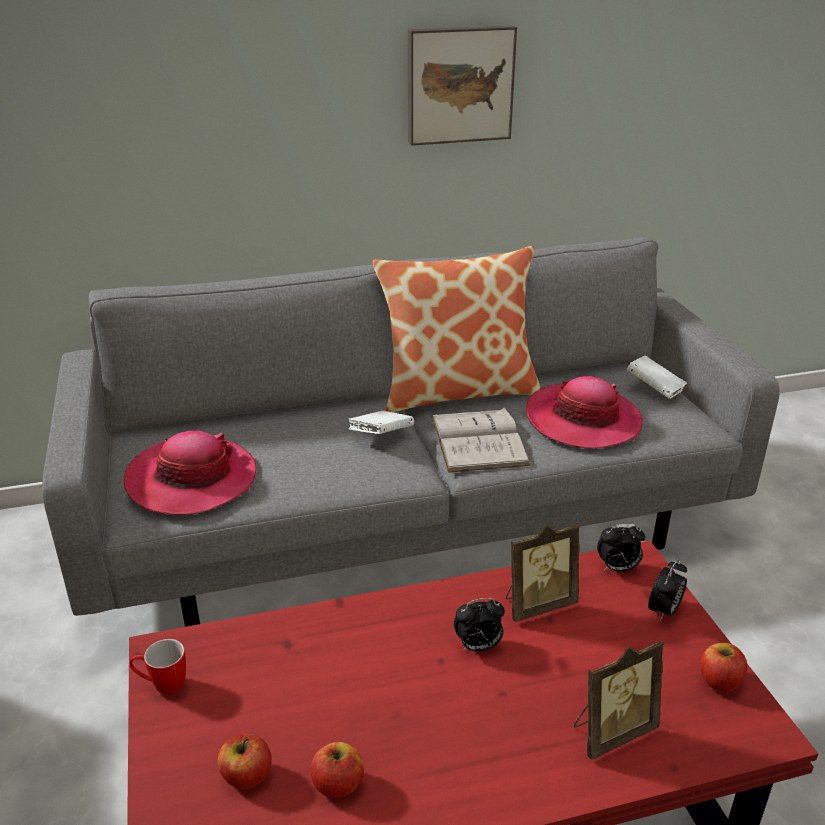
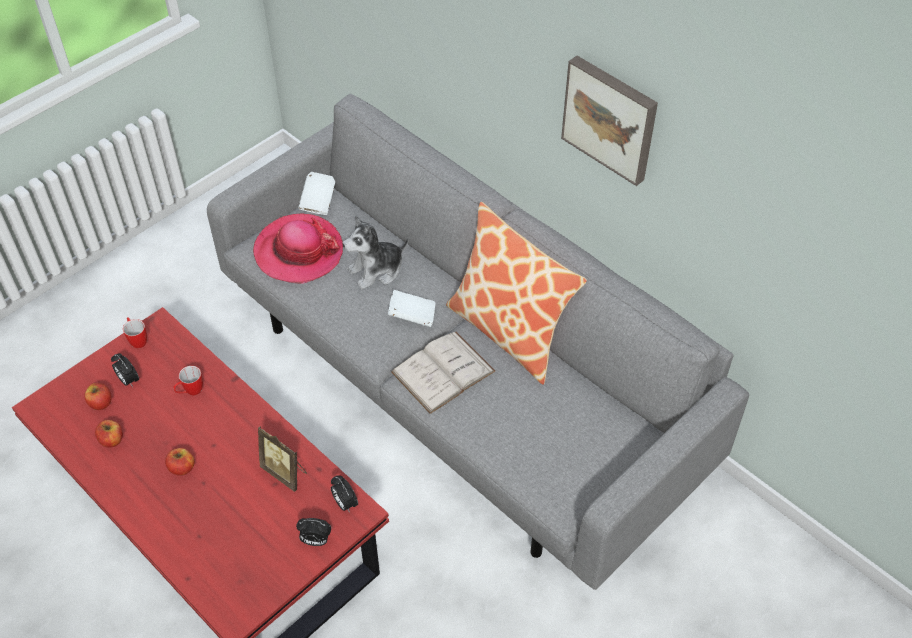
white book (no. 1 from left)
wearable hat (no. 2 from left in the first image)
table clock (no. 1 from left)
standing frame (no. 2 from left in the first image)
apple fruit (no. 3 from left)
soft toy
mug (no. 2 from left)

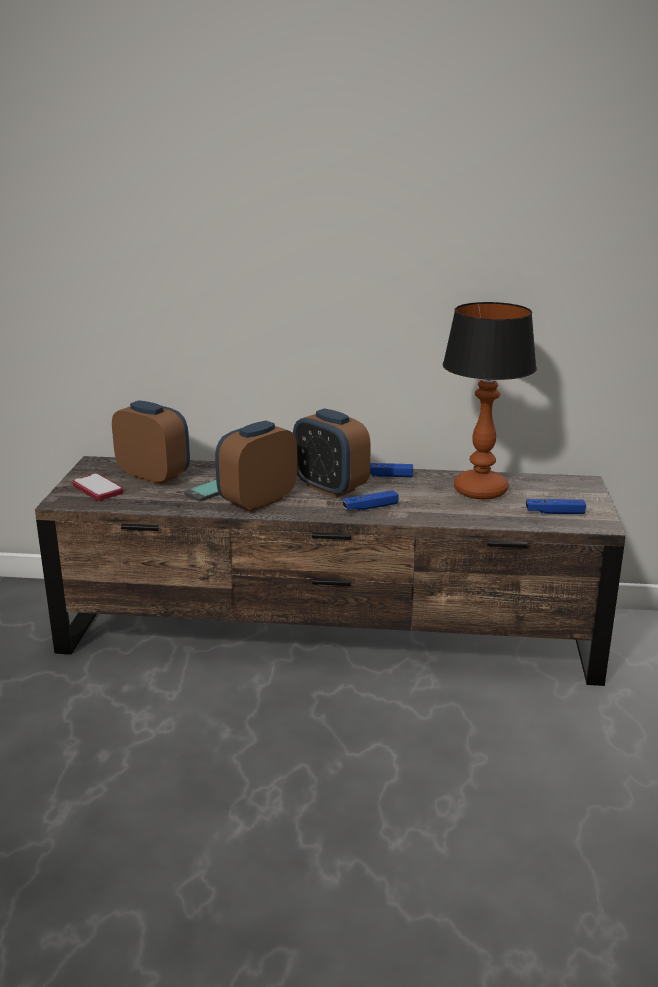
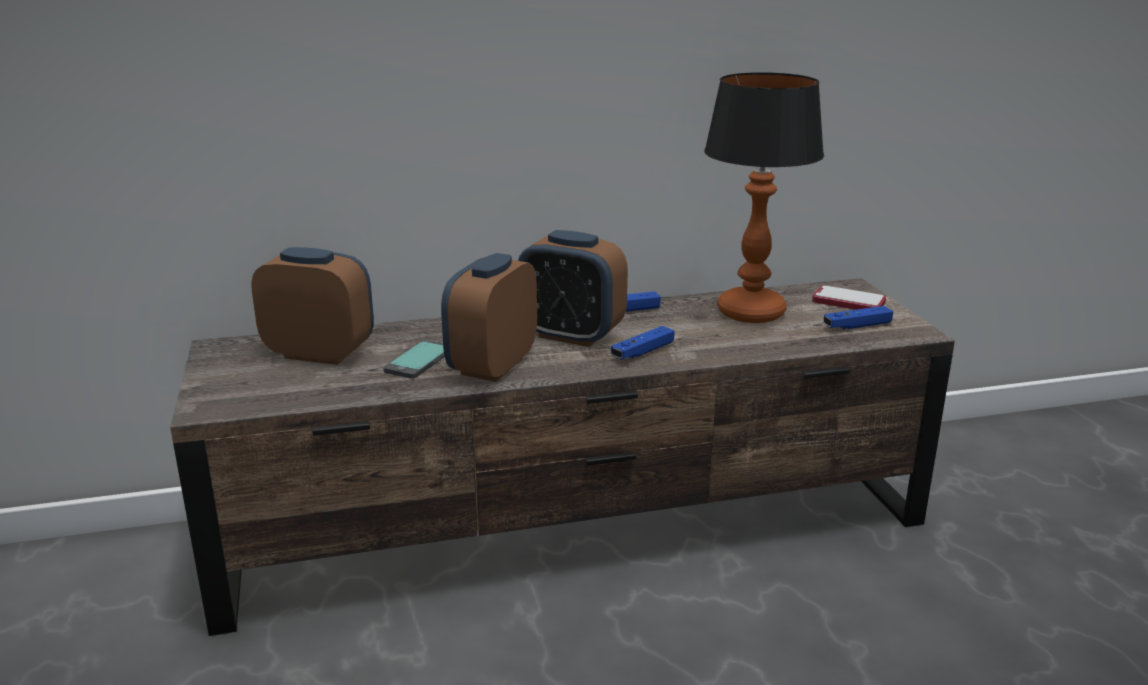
phone (no. 2 from left)

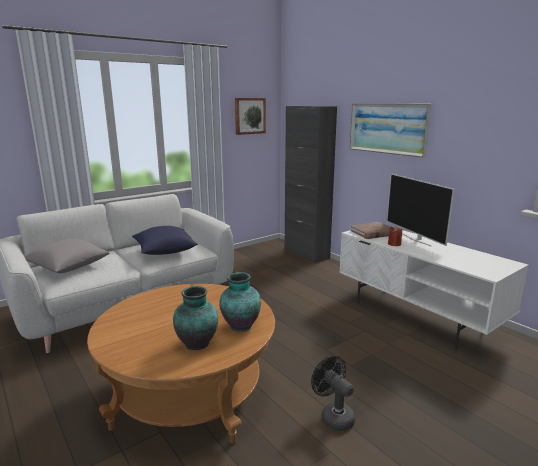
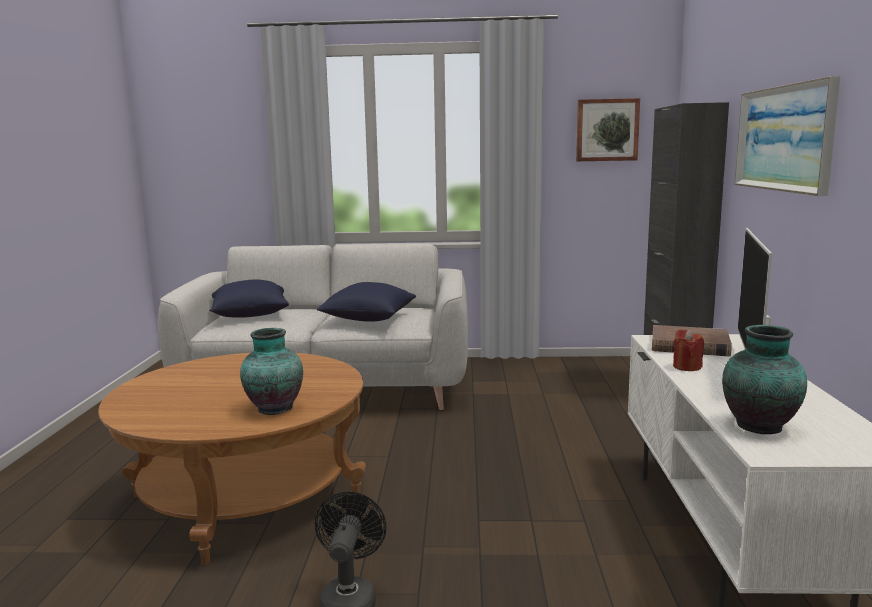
bluish cushion (no. 1 from left)
flower vase (no. 2 from left)

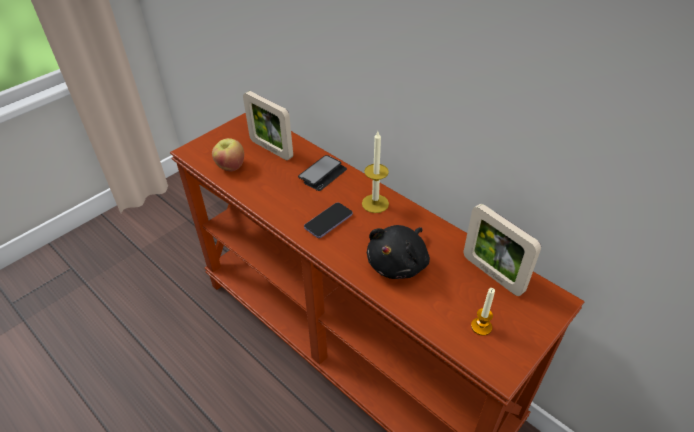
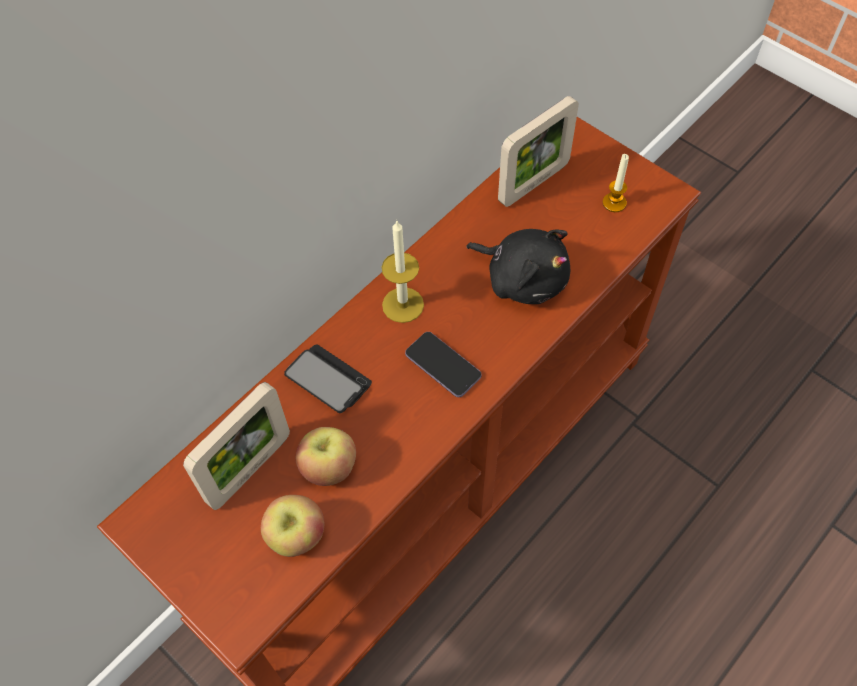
apple fruit (no. 2 from left)

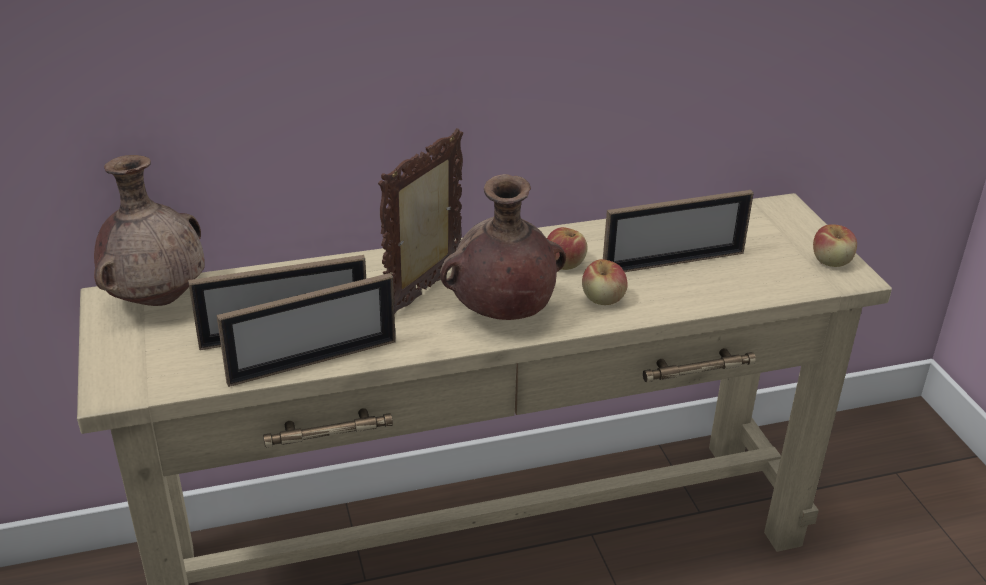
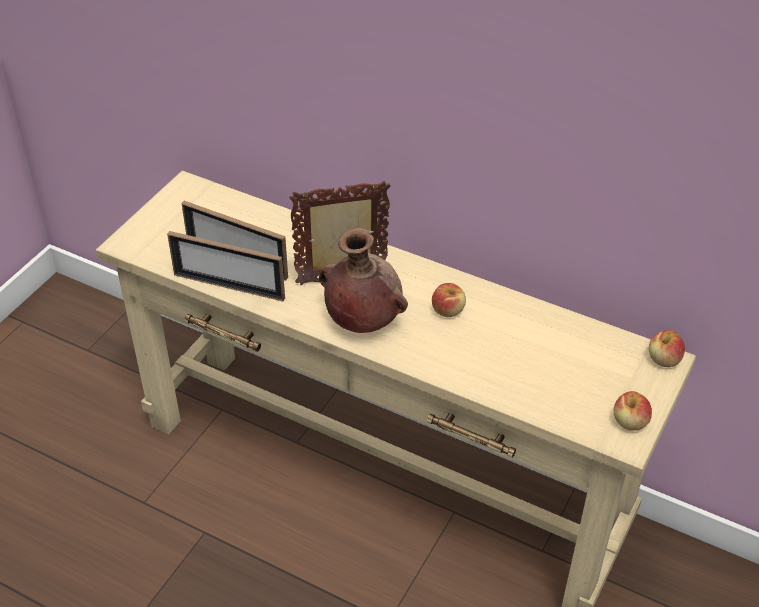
brown flower vase (no. 1 from left in the first image)
standing frame (no. 4 from left in the first image)
apple fruit (no. 3 from left)

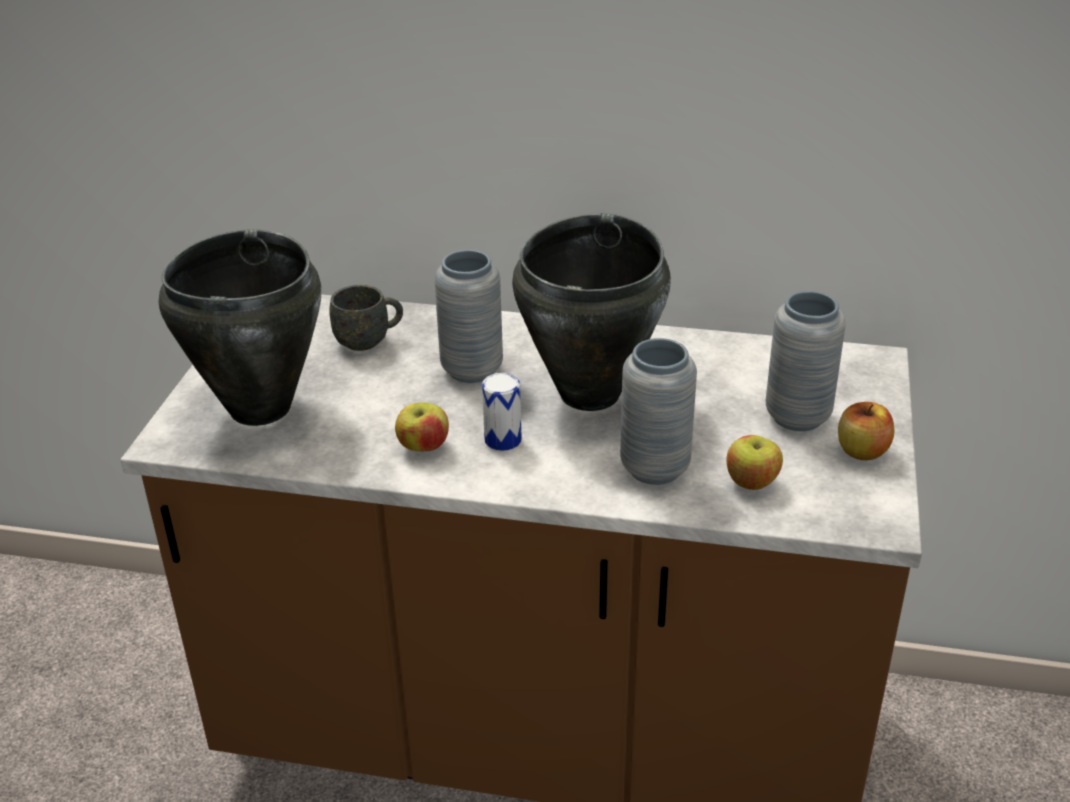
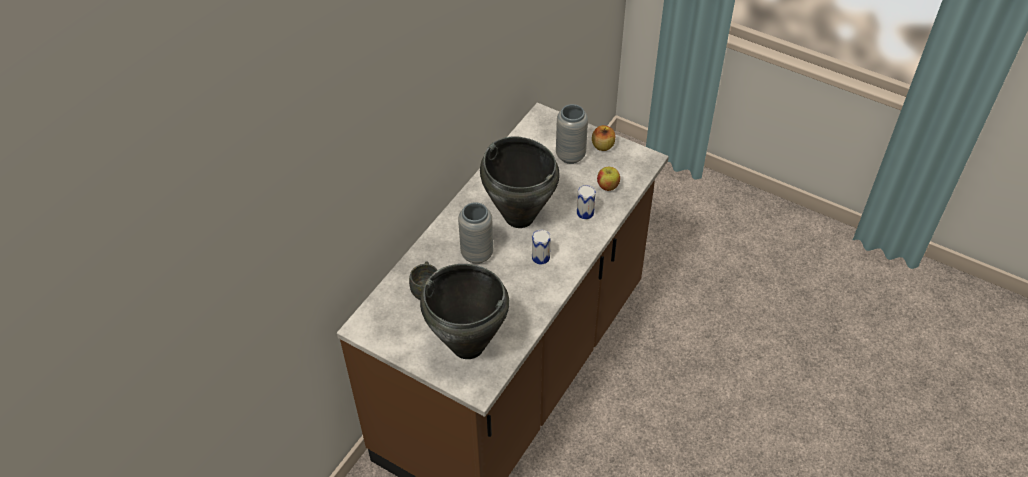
metal can (no. 2 from left)
apple fruit (no. 1 from left in the first image)

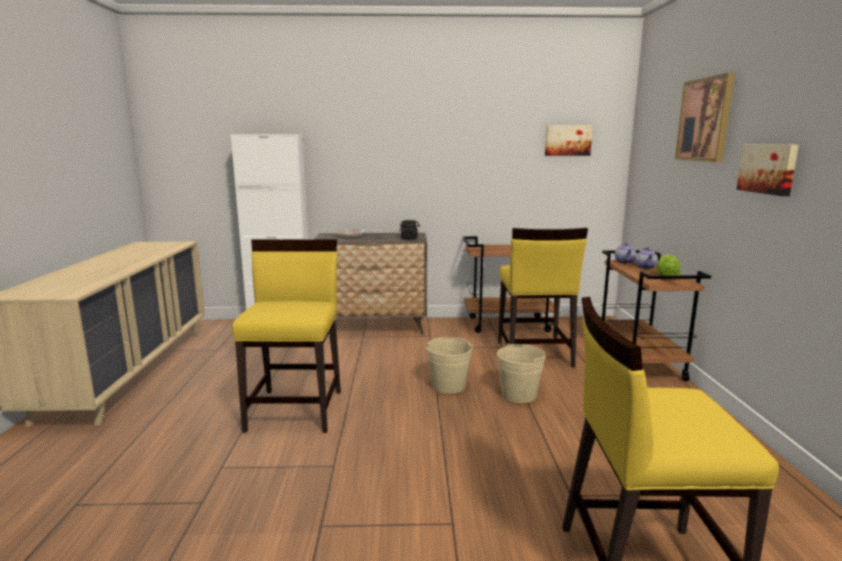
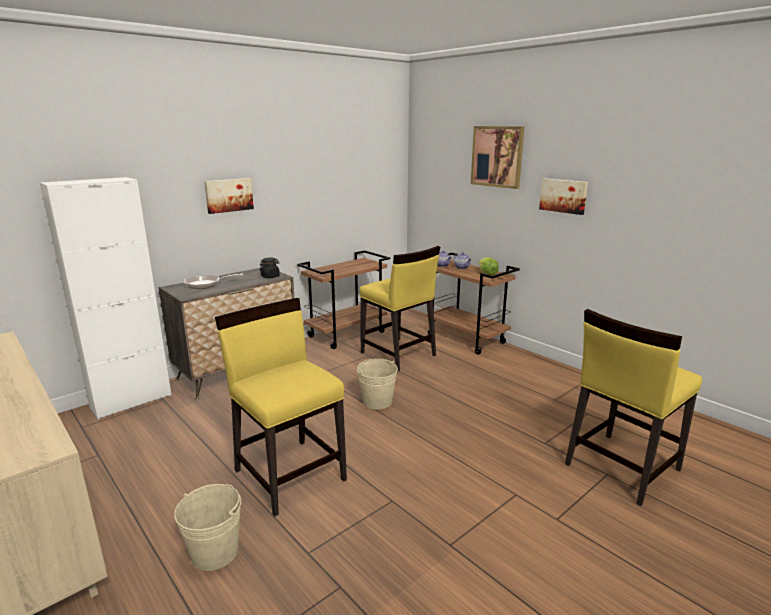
wall picture (no. 1 from left)
sand-coloured bucket (no. 1 from left)

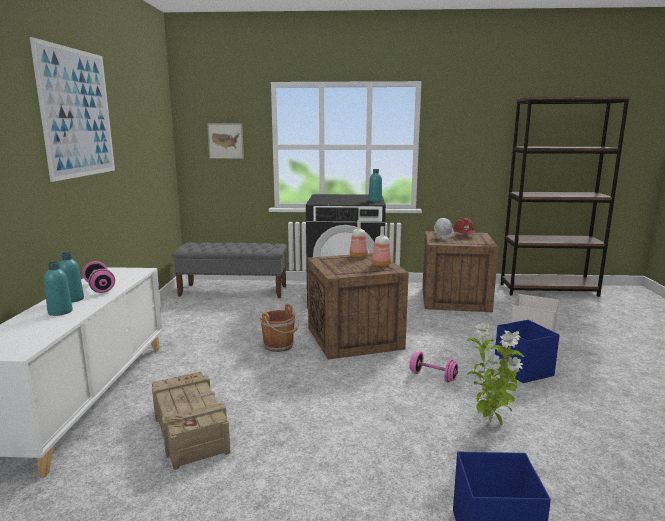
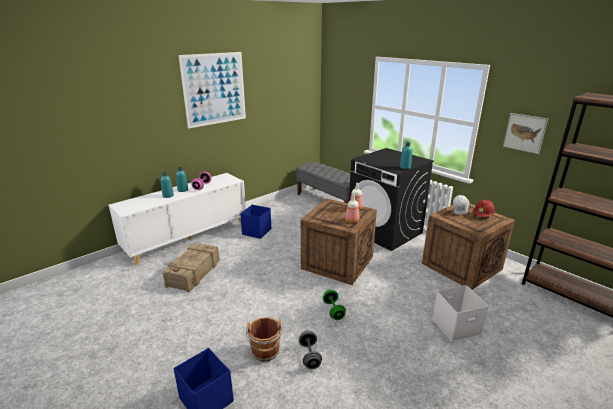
wall picture (no. 2 from left)
brown bucket
bluish storage container (no. 2 from left)
gray free weight
green-coloured free weight

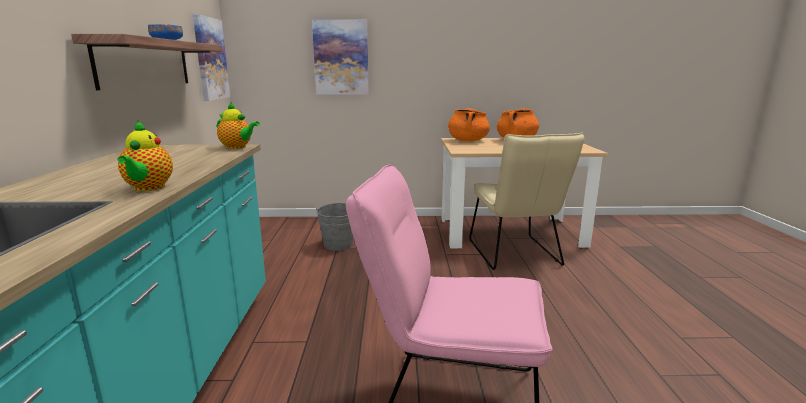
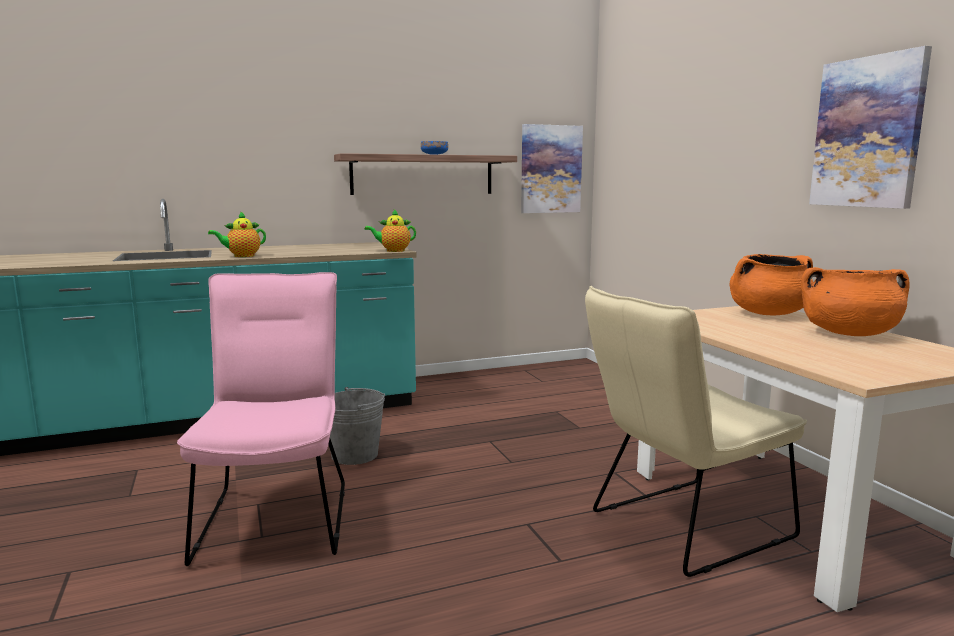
wall picture (no. 2 from left)
teapot (no. 2 from left)
gray bucket

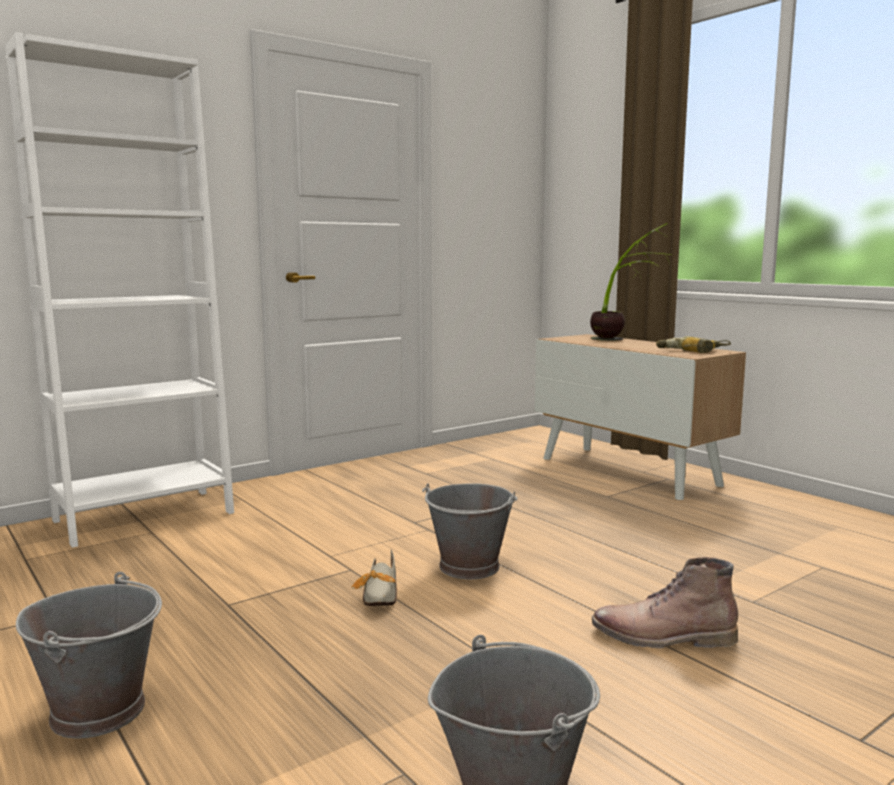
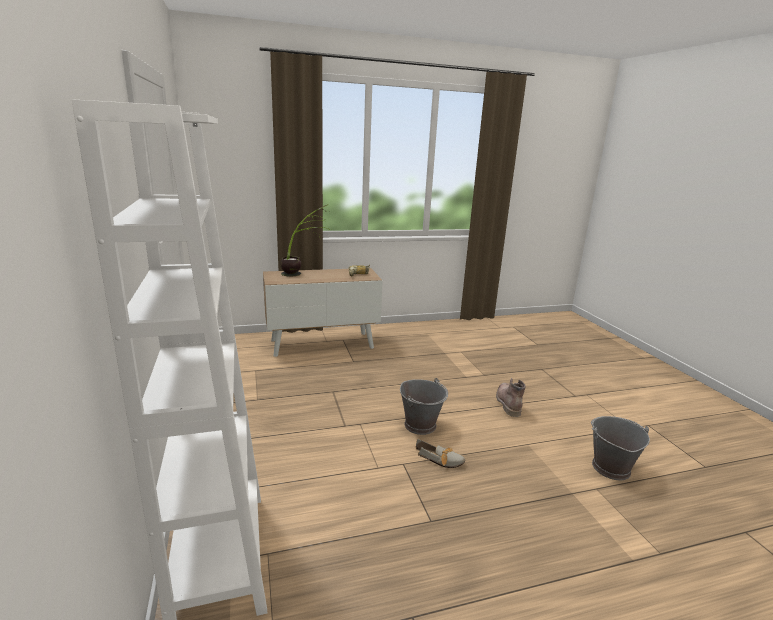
brown tall boot
gray bucket (no. 1 from left in the first image)

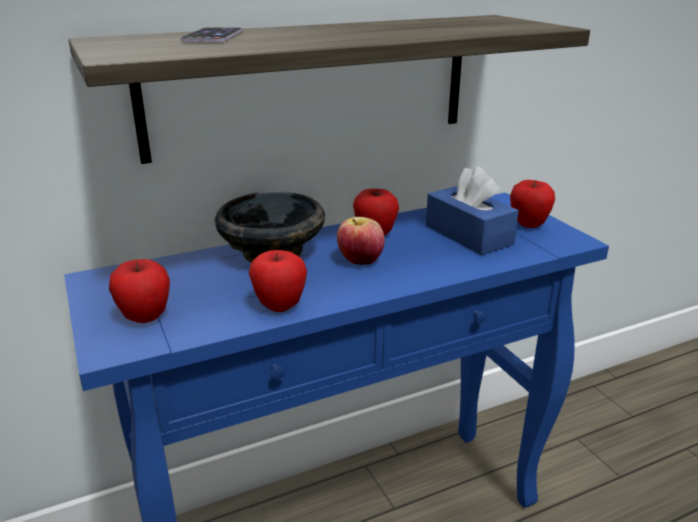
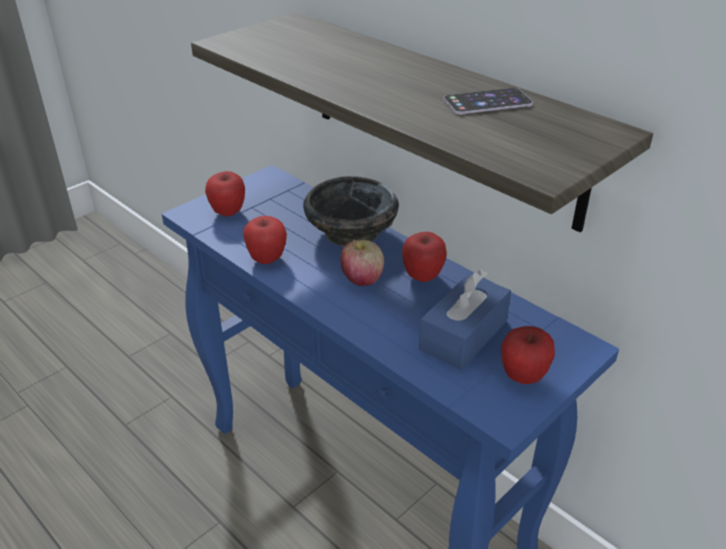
phone

